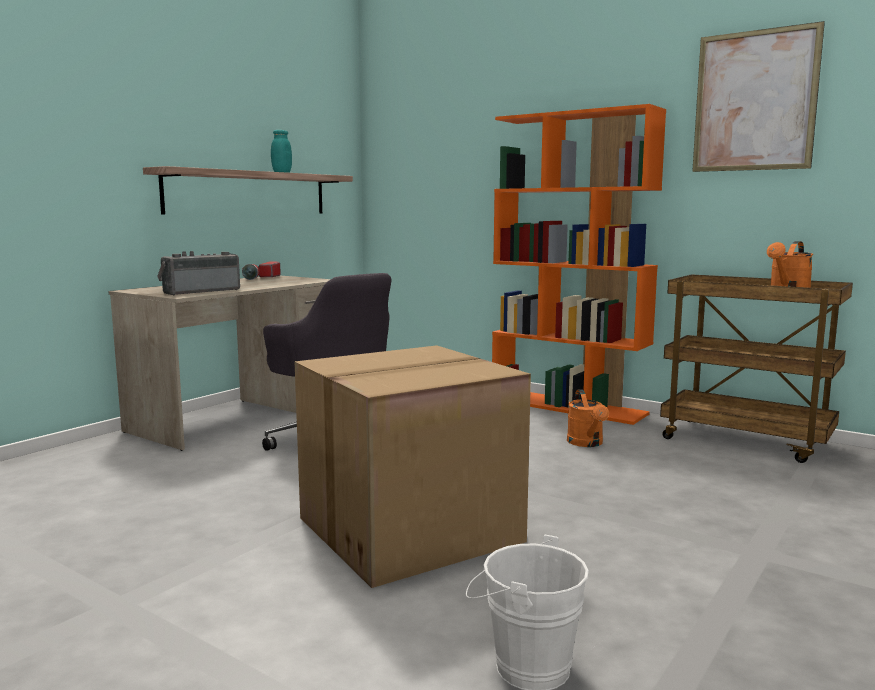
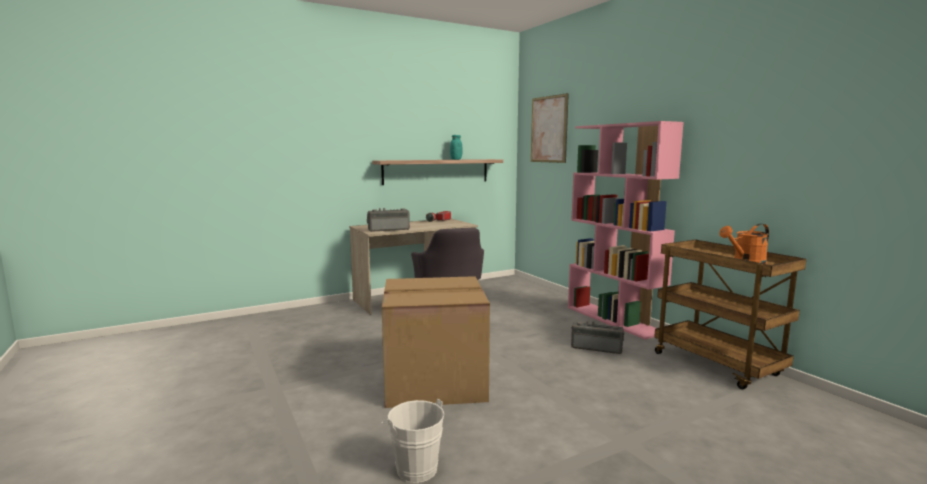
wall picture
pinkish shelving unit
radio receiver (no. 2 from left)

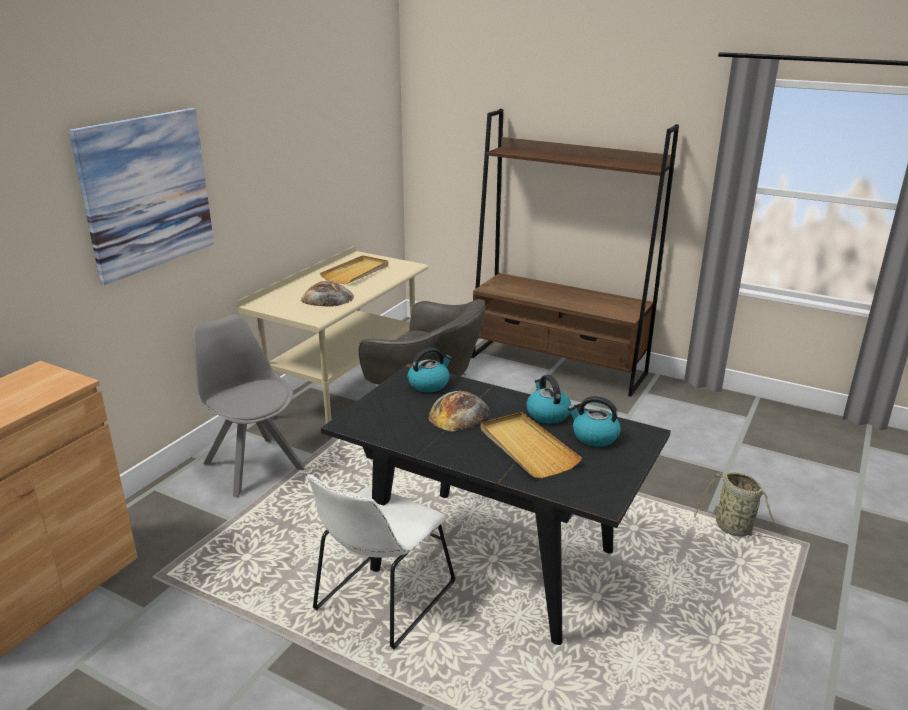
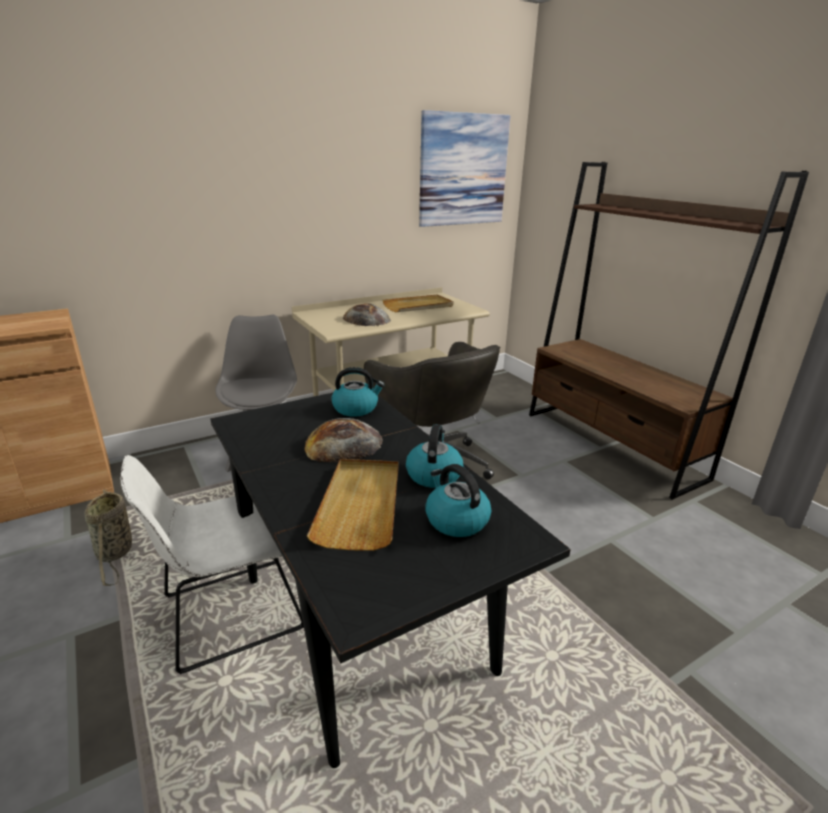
wall picture
storage basket

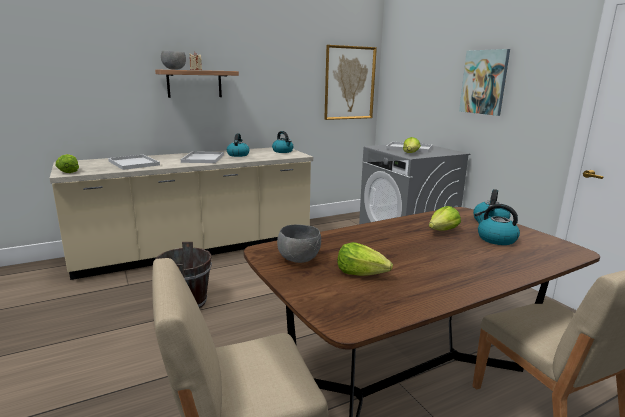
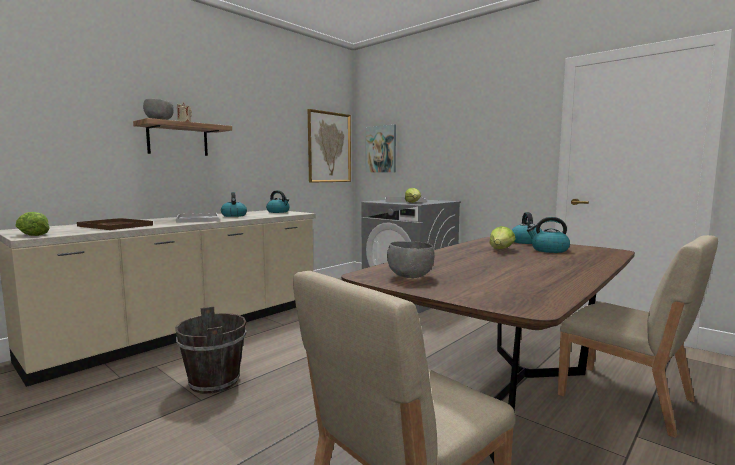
wall picture (no. 2 from left)
brown tray
lettuce (no. 2 from left in the first image)

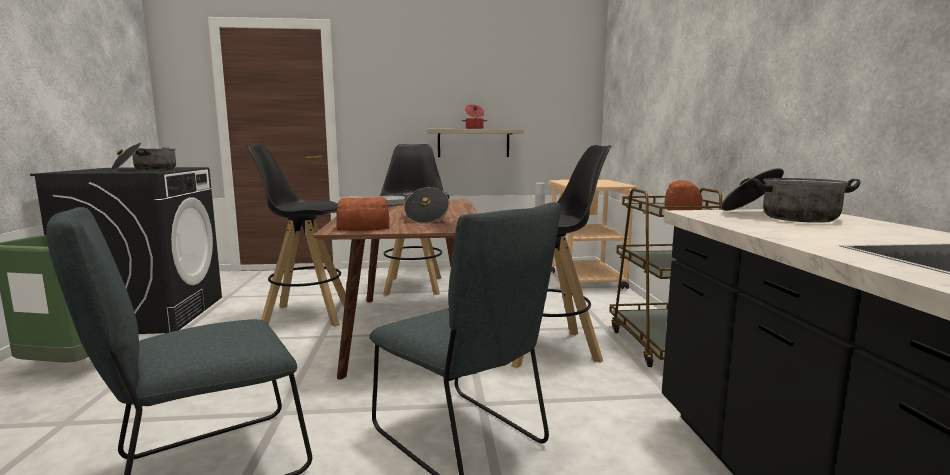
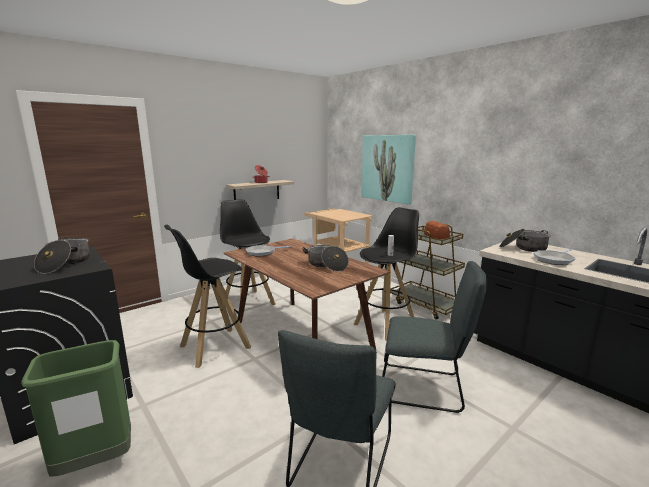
bread (no. 1 from left in the first image)
wall picture
pan (no. 2 from left)

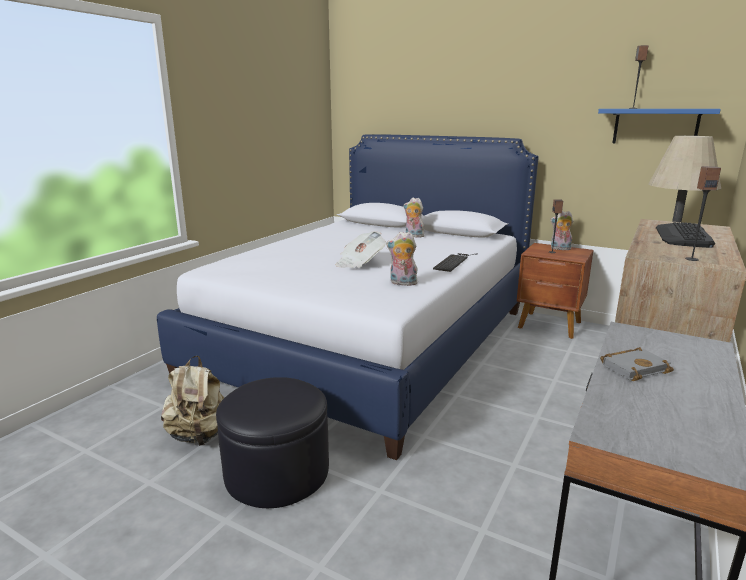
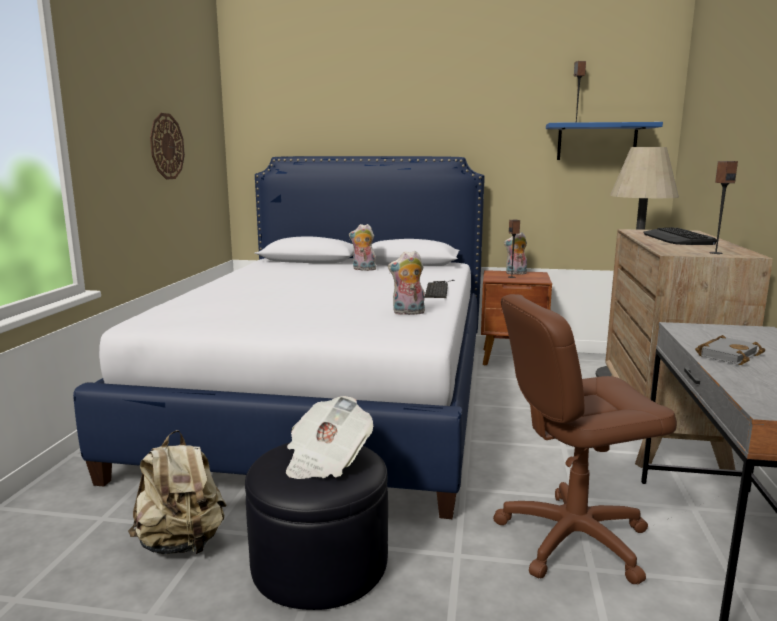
newspaper
clock on the wall
brown computer chair

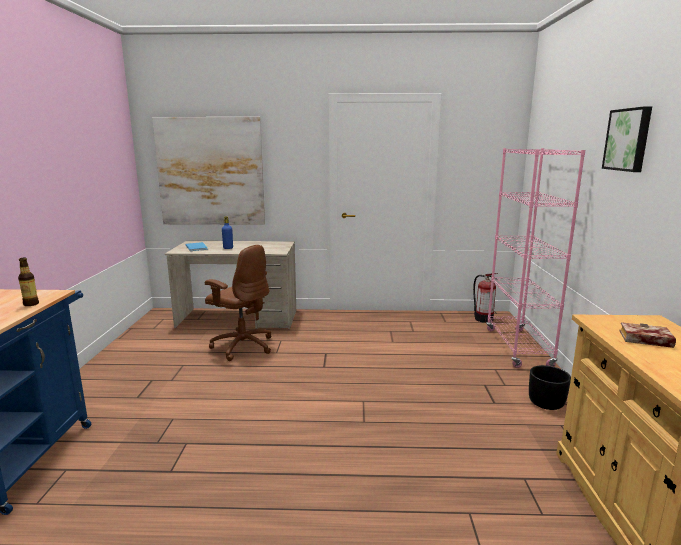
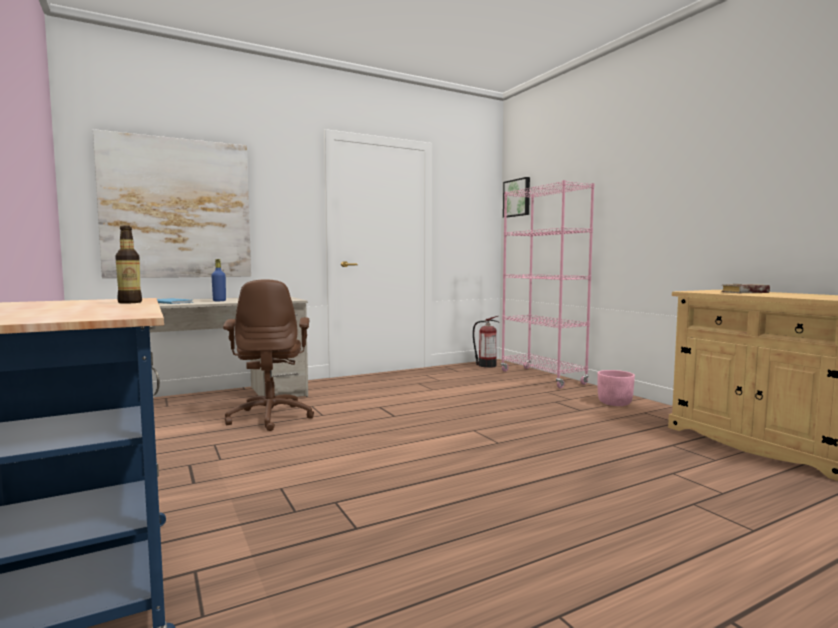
wall picture (no. 2 from left)
brown computer chair
pinkish plant pot

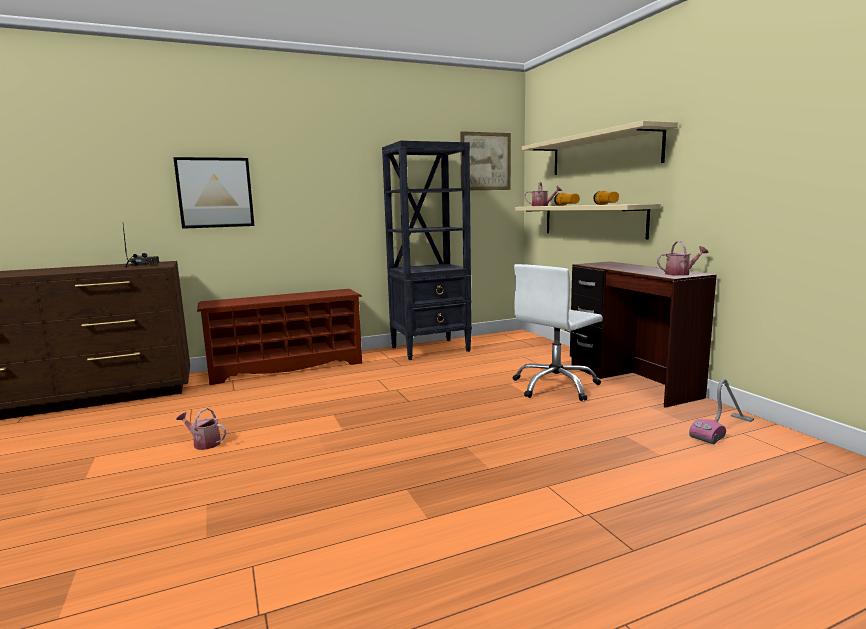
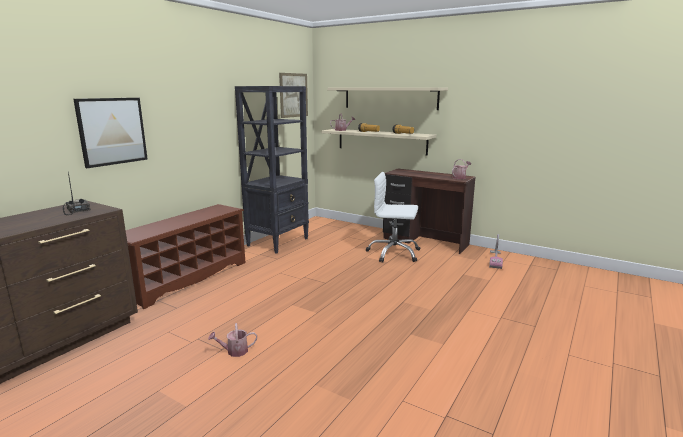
white computer chair

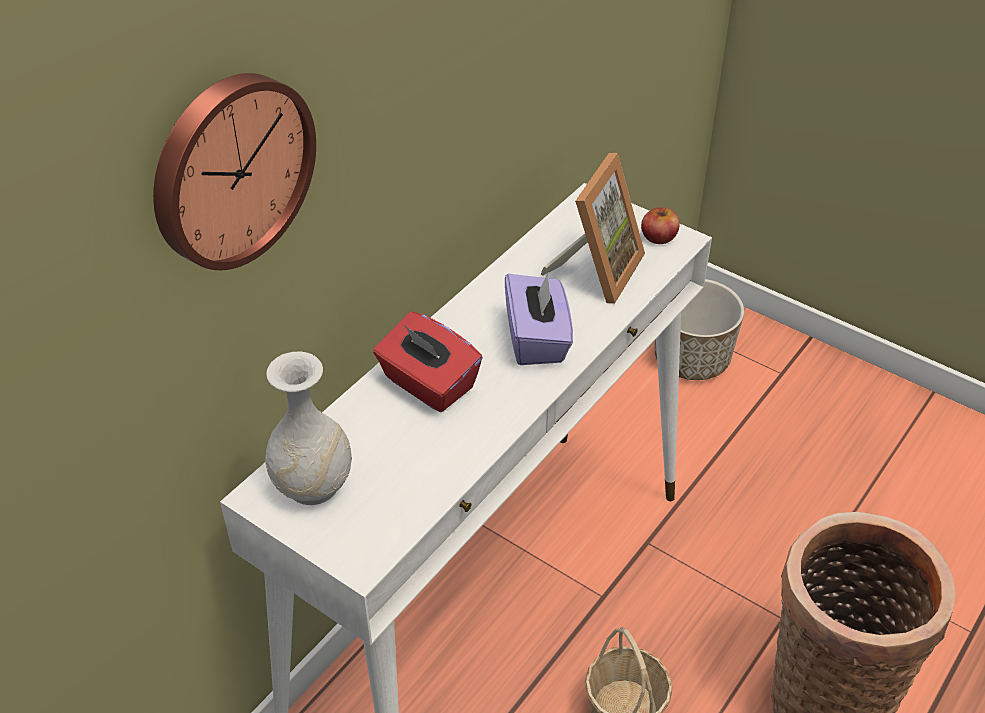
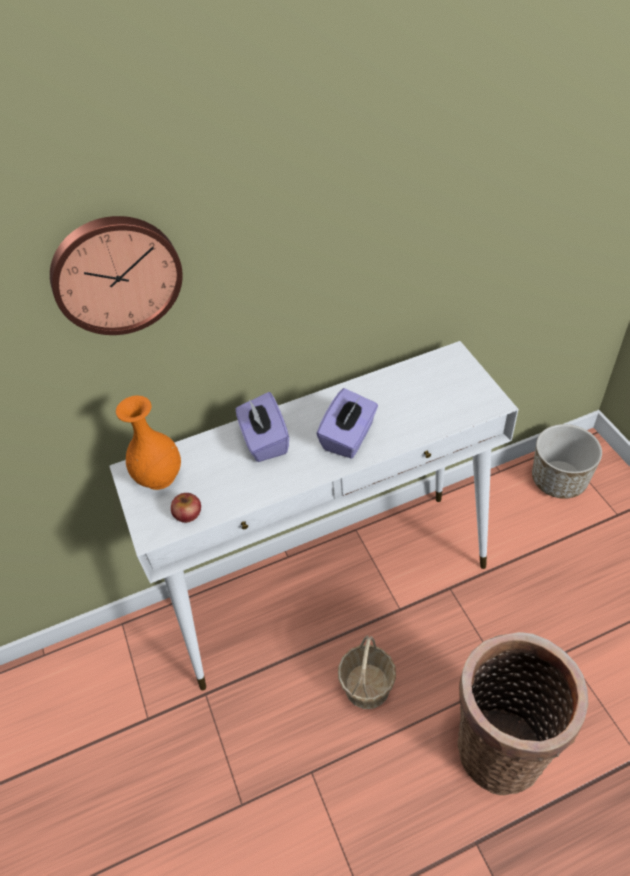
standing frame
apple fruit
purplish box of tissues (no. 1 from left)
orange flower vase

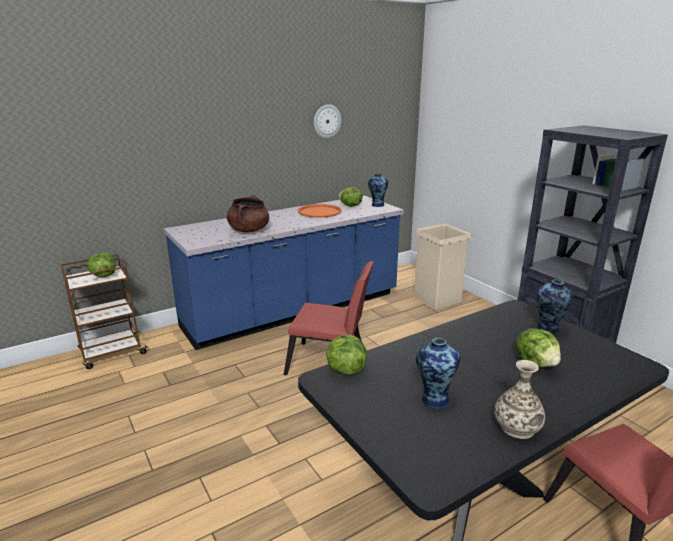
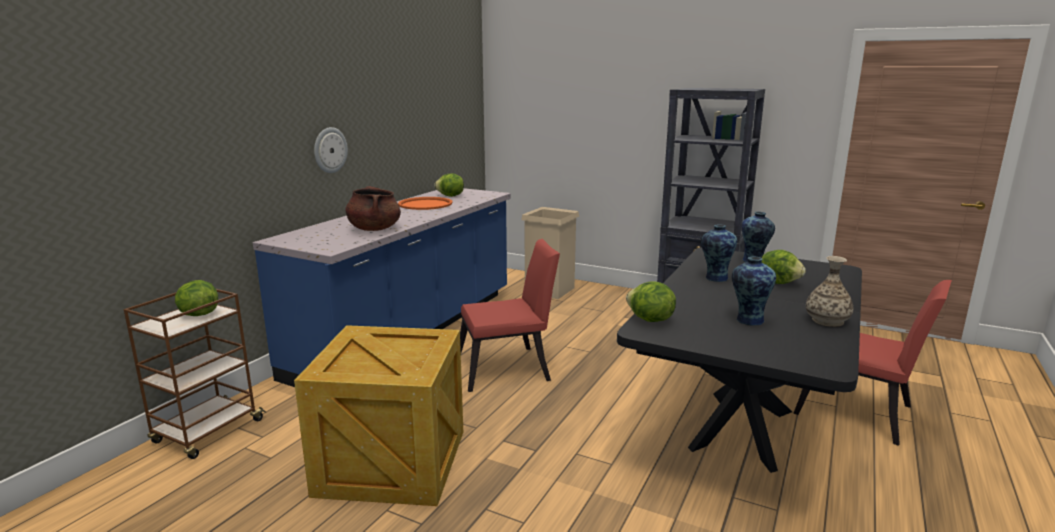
clock on the wall
flower vase (no. 1 from left)
packing crate

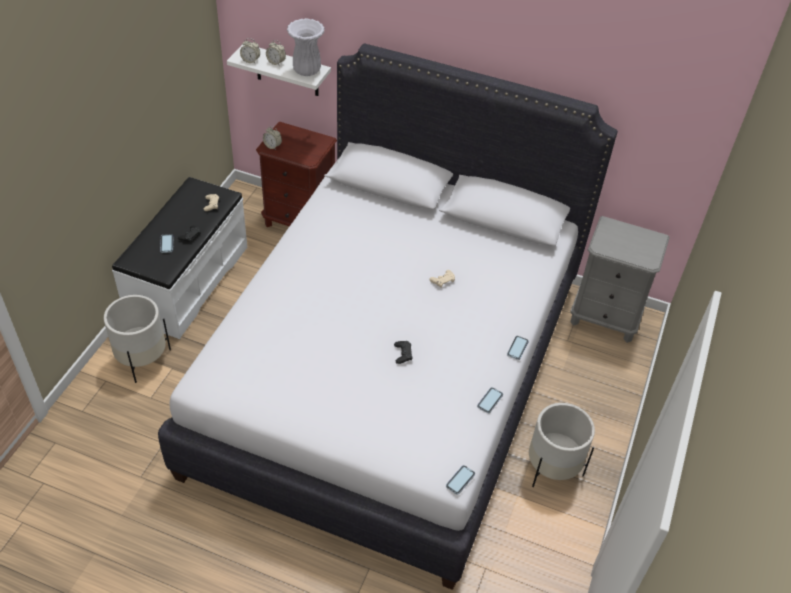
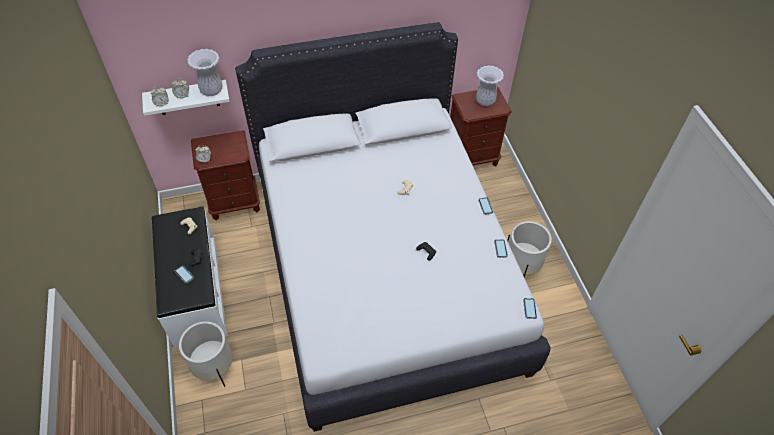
brown night table (no. 2 from left)
white flower vase (no. 2 from left)

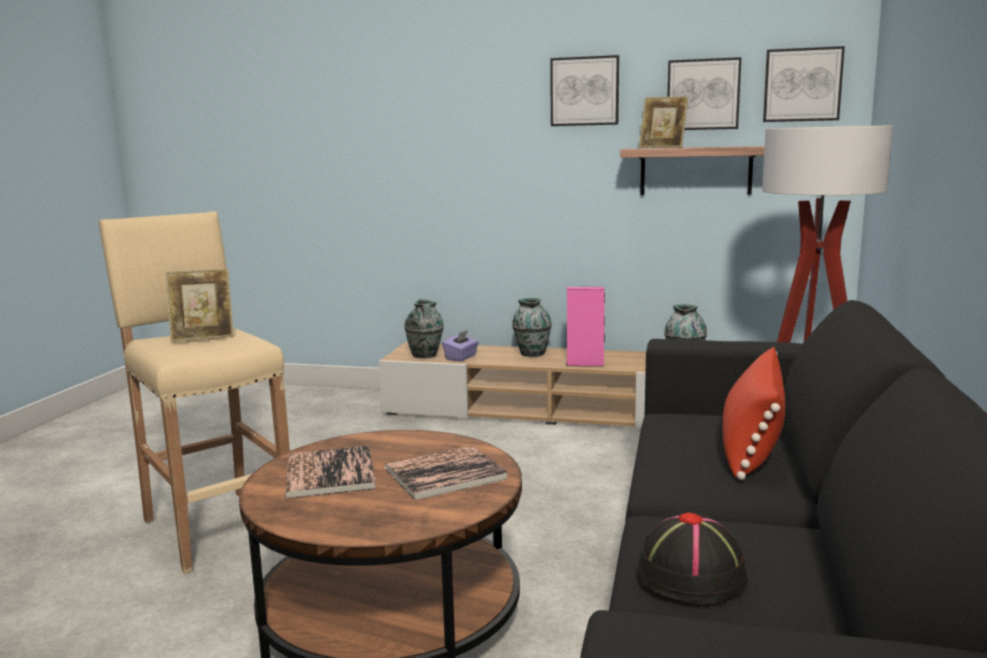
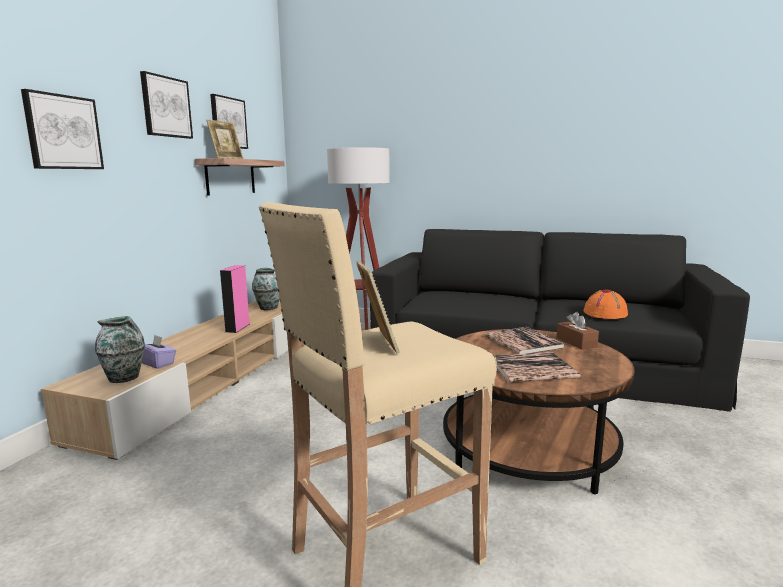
wall picture (no. 1 from left)
flower vase (no. 2 from left in the first image)
red-coloured cushion
orange wearable hat
brown box of tissues

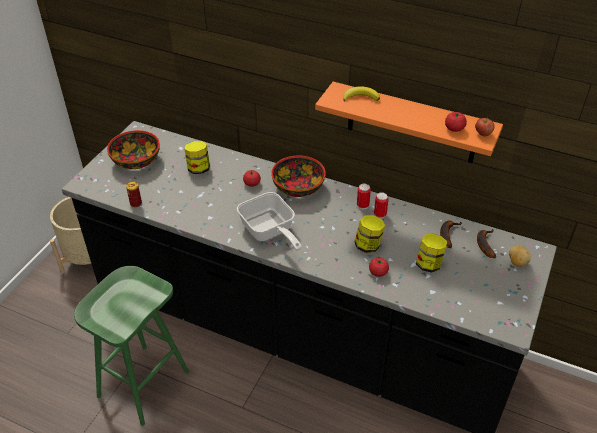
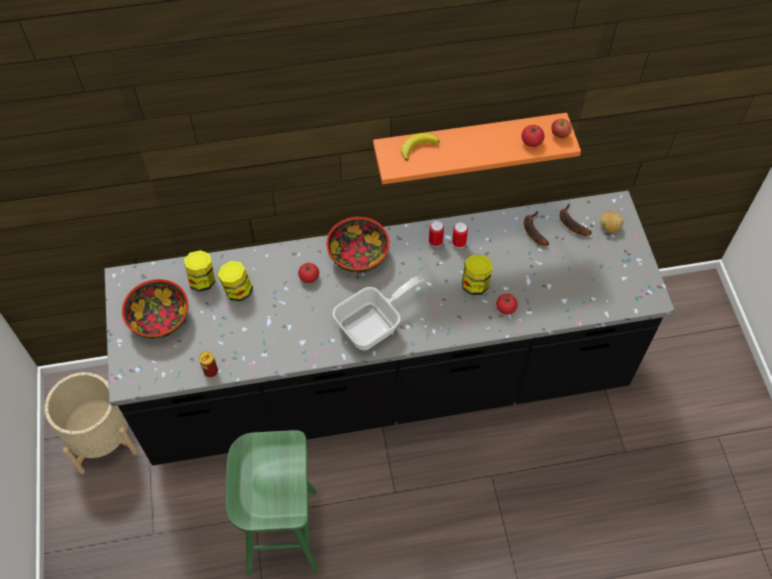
pan
jar (no. 1 from left)

